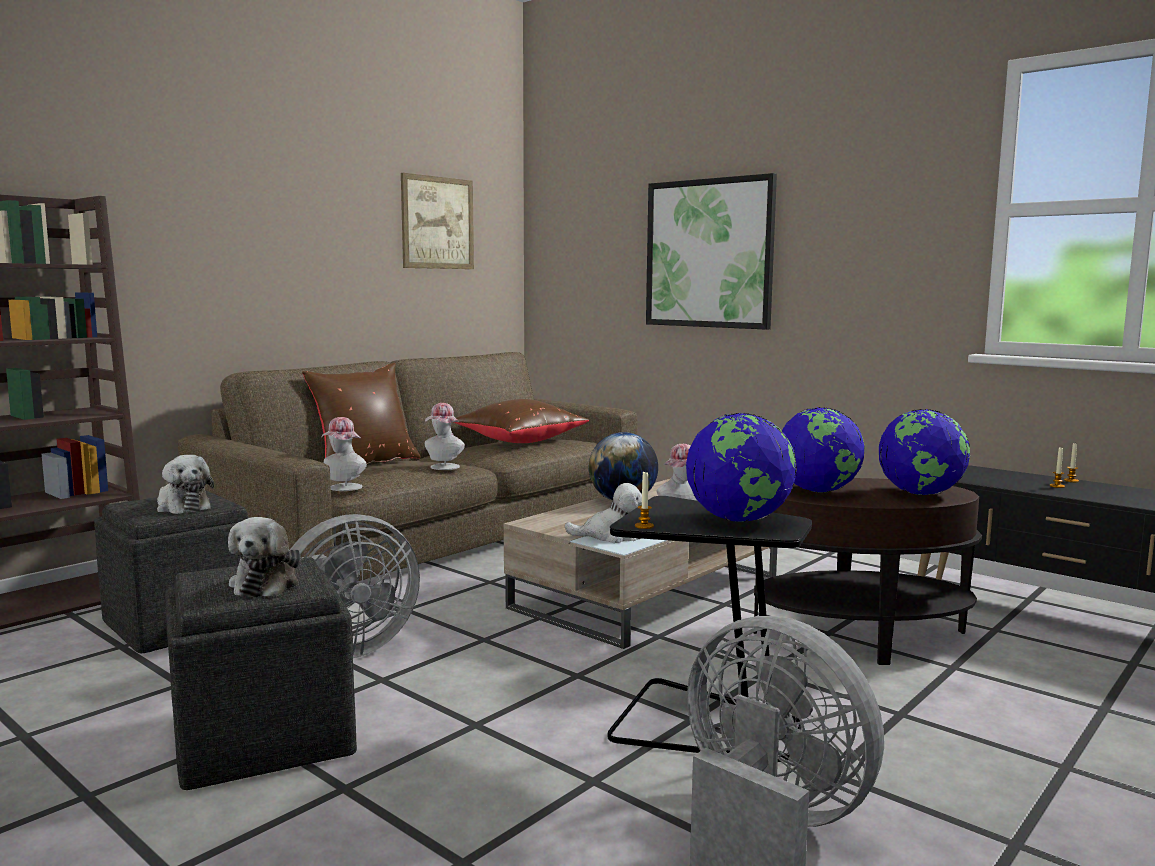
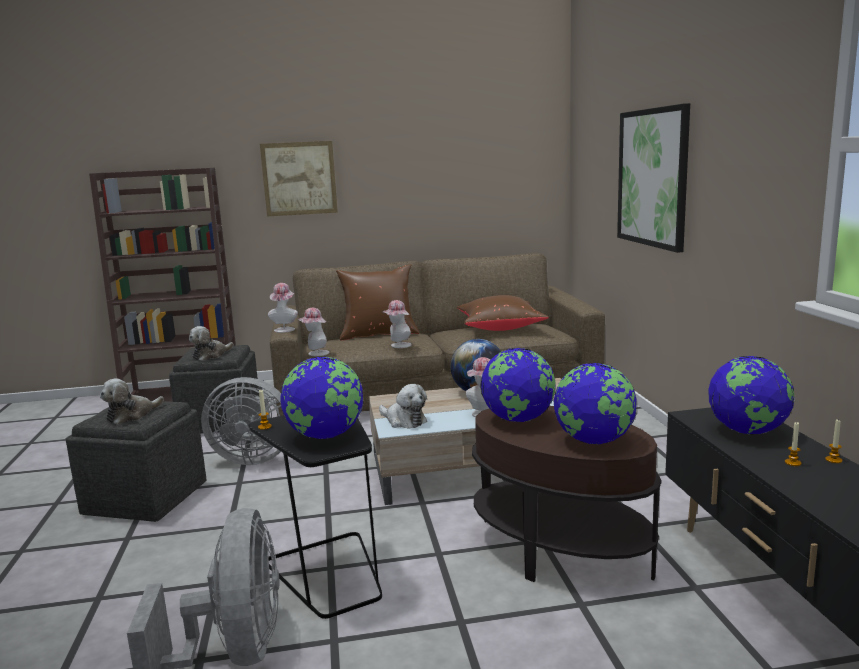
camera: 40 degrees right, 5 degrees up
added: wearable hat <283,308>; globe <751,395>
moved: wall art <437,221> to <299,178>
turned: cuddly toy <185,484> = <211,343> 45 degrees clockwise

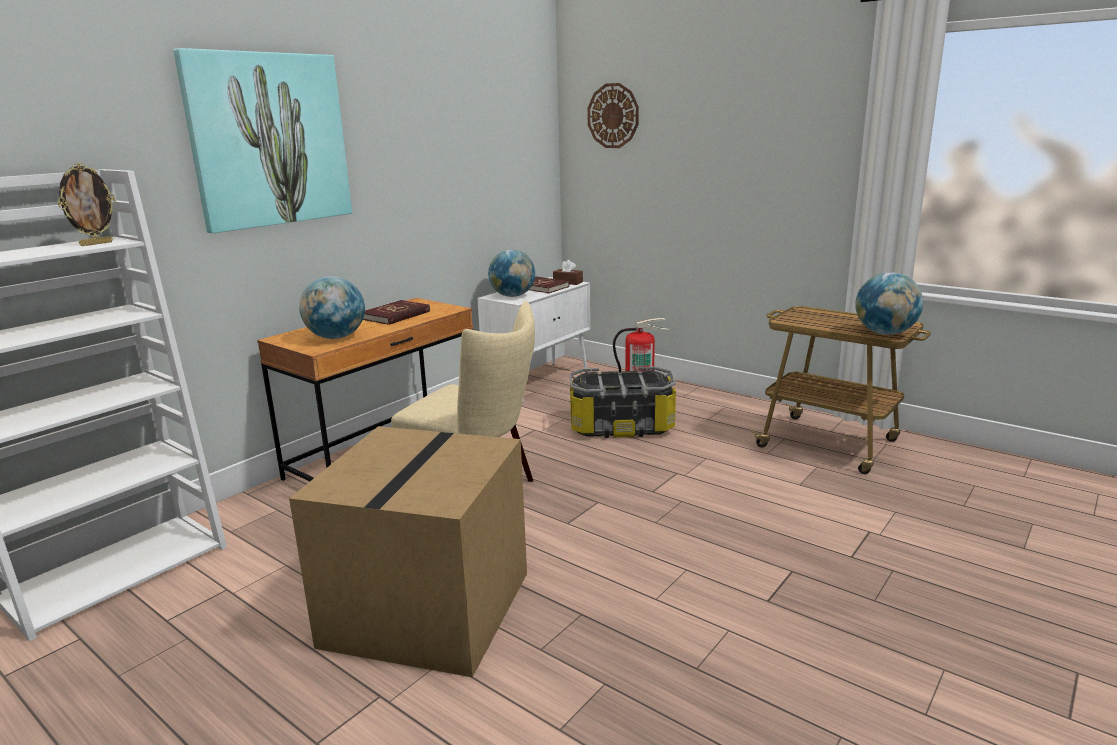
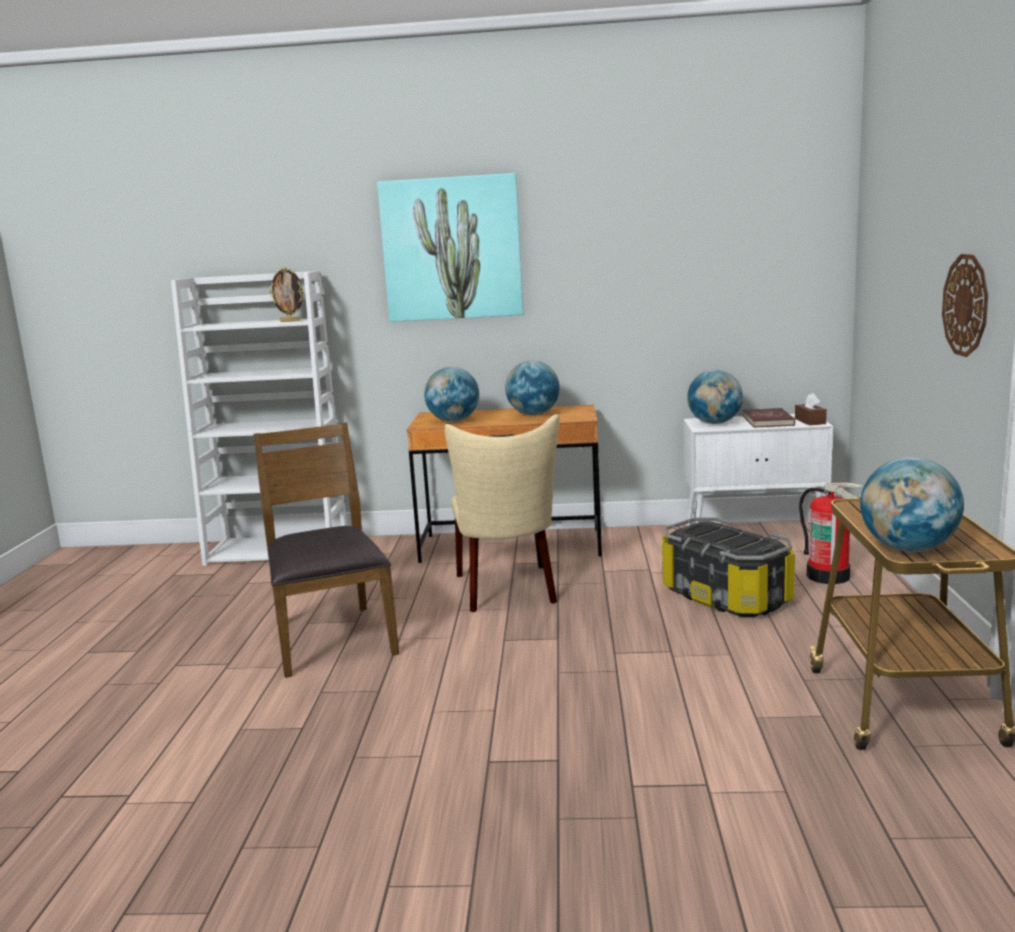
camera: 55 degrees right, 5 degrees down
moved: clock on the wall <613,115> to <965,305>
replaced: cardboard box <408,551> to brown-coloured chair <326,550>; red-coloured volume <396,312> to globe <532,388>

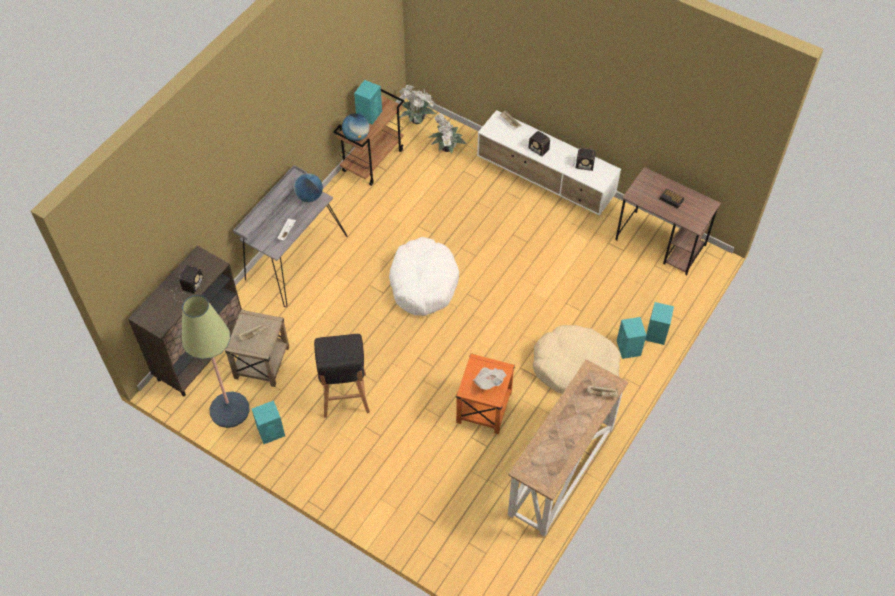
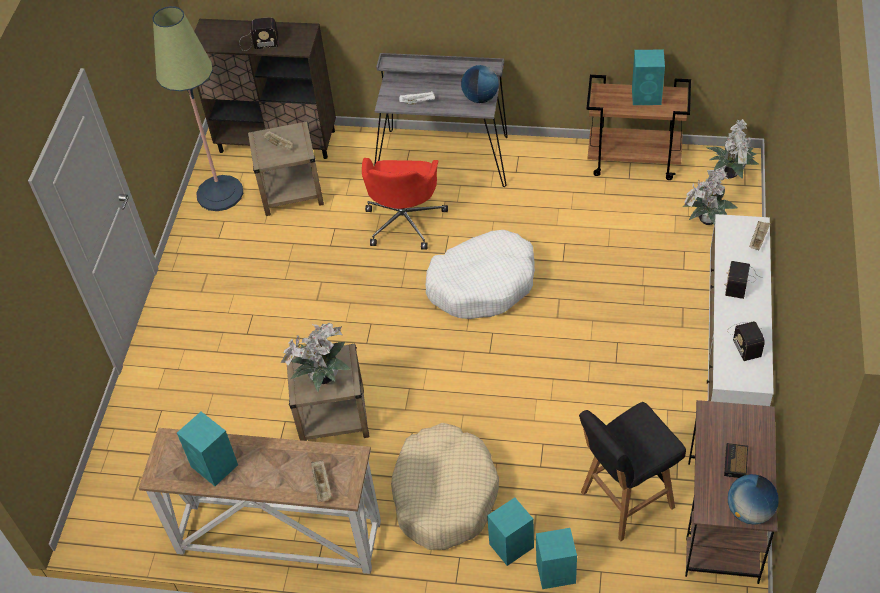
camera: 70 degrees right, 5 degrees down
added: red-coloured office chair <405,204>
moved: turquoise-coloured speaker <268,422> to <207,449>; blackish sitting stool <342,376> to <632,471>; globe <355,127> to <753,499>
replaced: printed paper <489,378> to houseplant <316,357>
recoloured: orange-coloured side table <485,394> to beige side table <328,392>

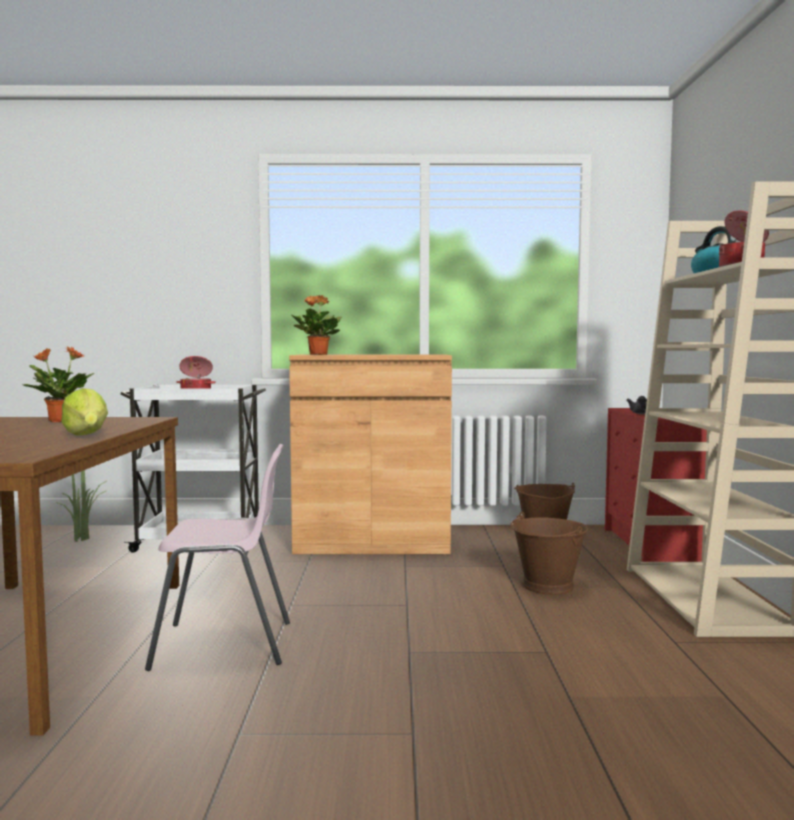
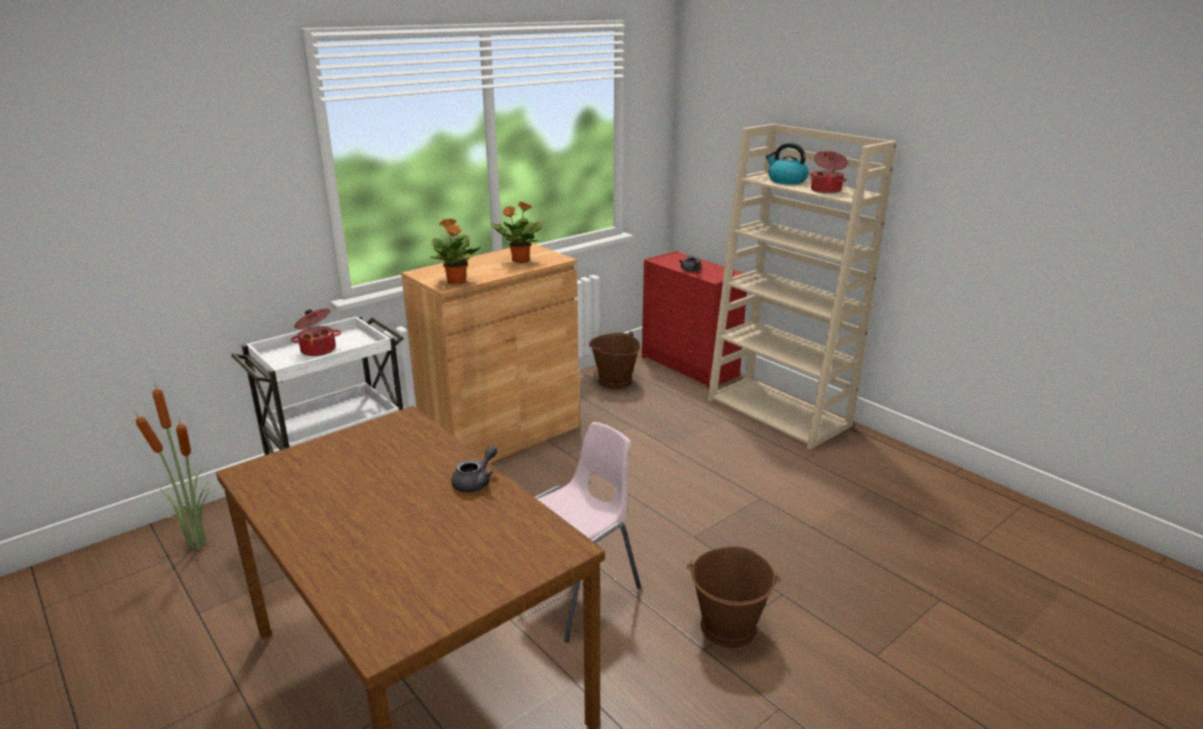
camera: 40 degrees left, 20 degrees up
moved: houseplant <58,384> to <518,232>; brown-coloured bucket <549,553> to <734,597>
replaced: head of lettuce <84,412> to greyish pot for tea <474,469>

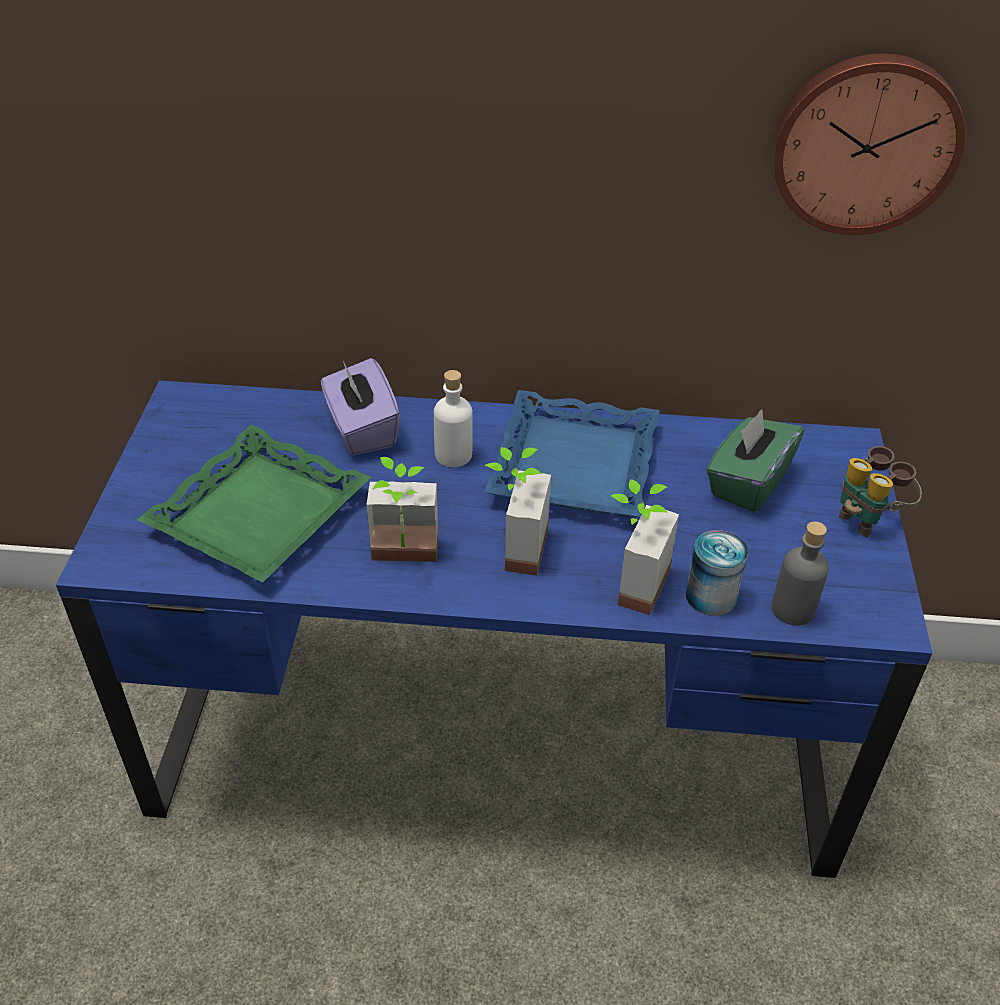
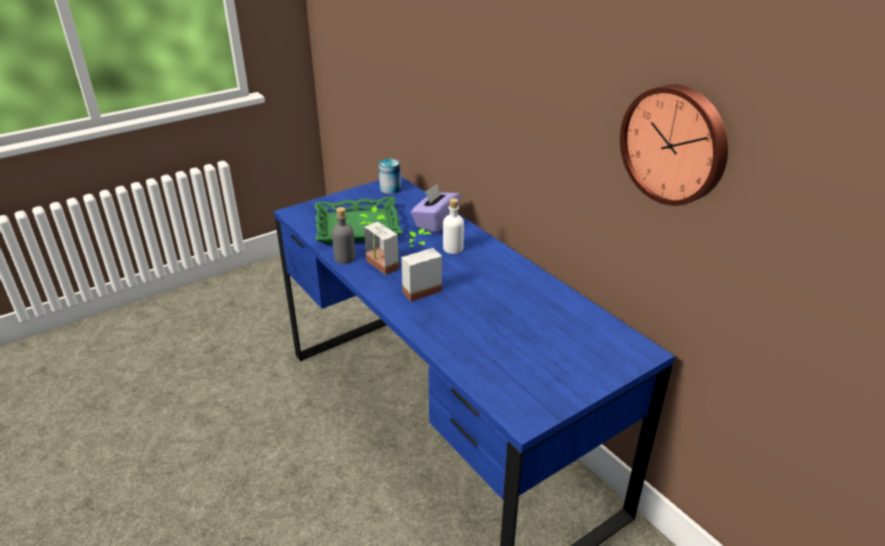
camera: 50 degrees right, 10 degrees down
removed: blue carrying tray <572,453>; houseplant <644,547>; green-coloured box of tissues <755,460>; field glasses <880,491>
moved: metal can <717,573> to <390,176>; greyish bottle <800,574> to <343,235>

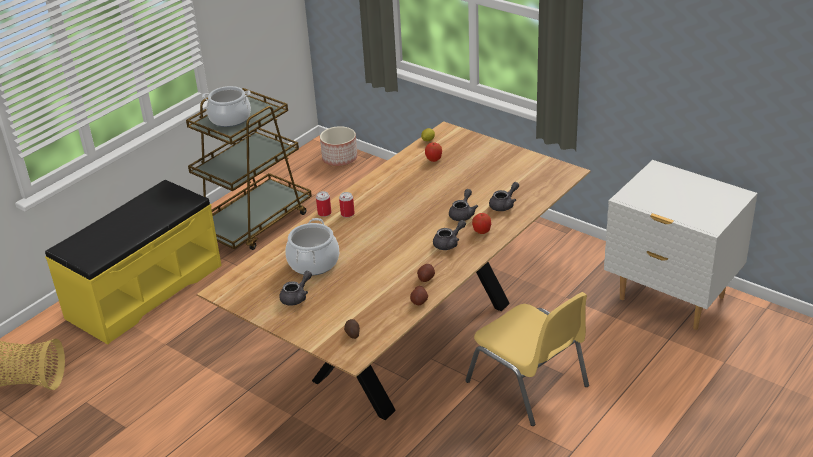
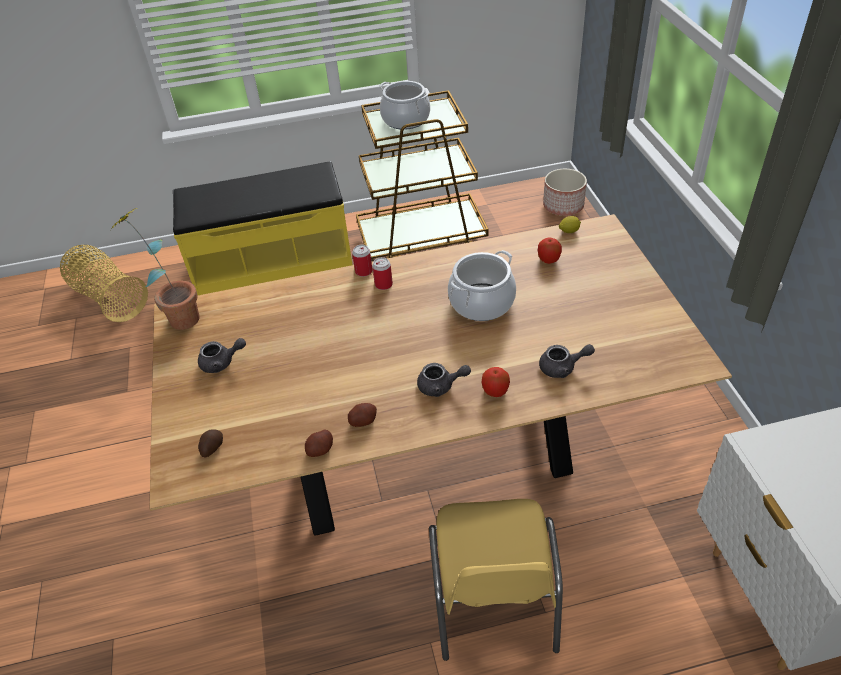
camera: 40 degrees right, 10 degrees up
removed: greyish pot for tea <463,205>
added: houseplant <155,269>
moved: saucepot <312,247> to <482,285>

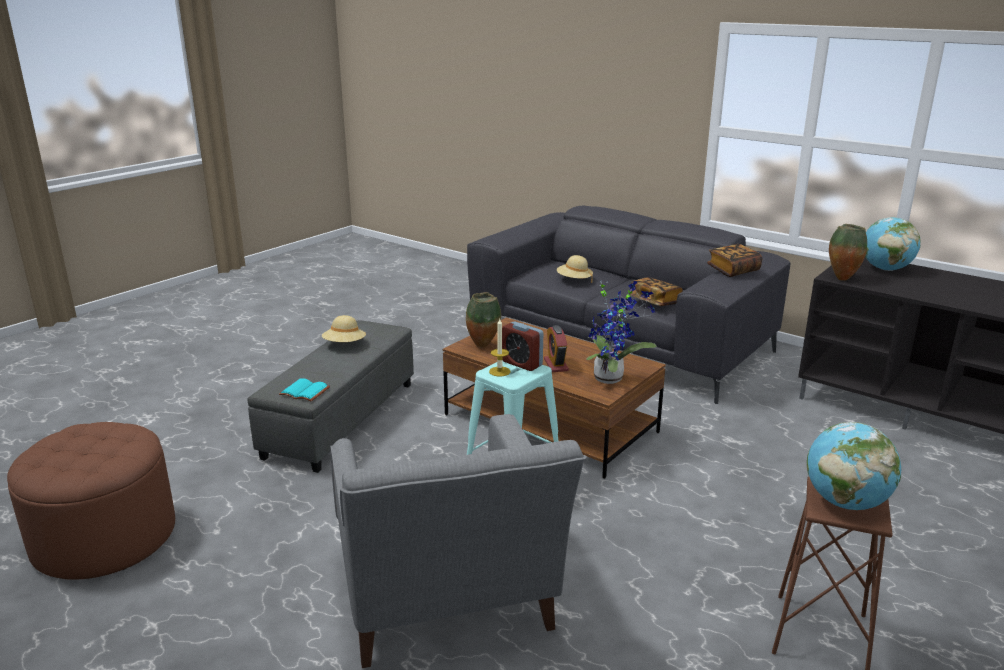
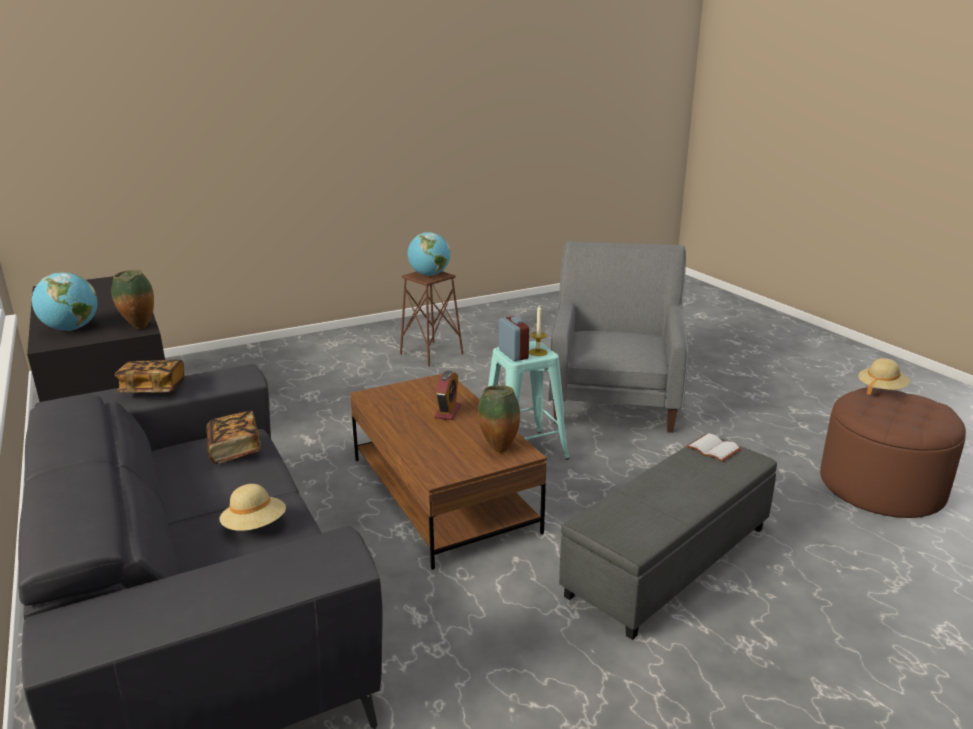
camera: 155 degrees left, 0 degrees up
removed: houseplant <621,332>
moved: beige wearable hat <344,328> to <884,376>
recoloured: turquoise-coloured volume <304,389> to white volume <713,447>

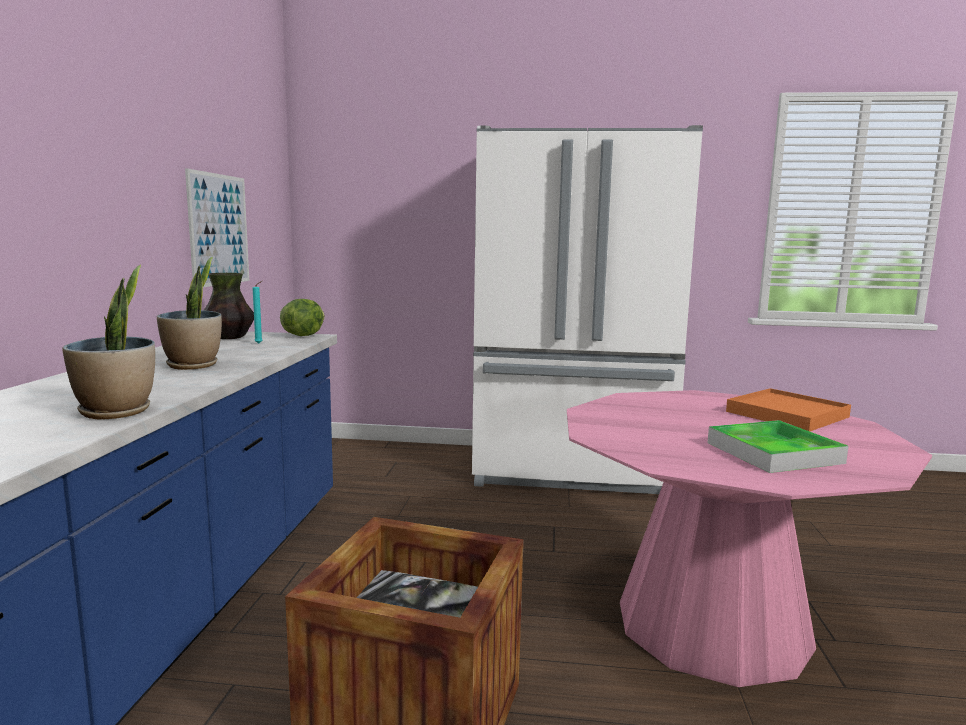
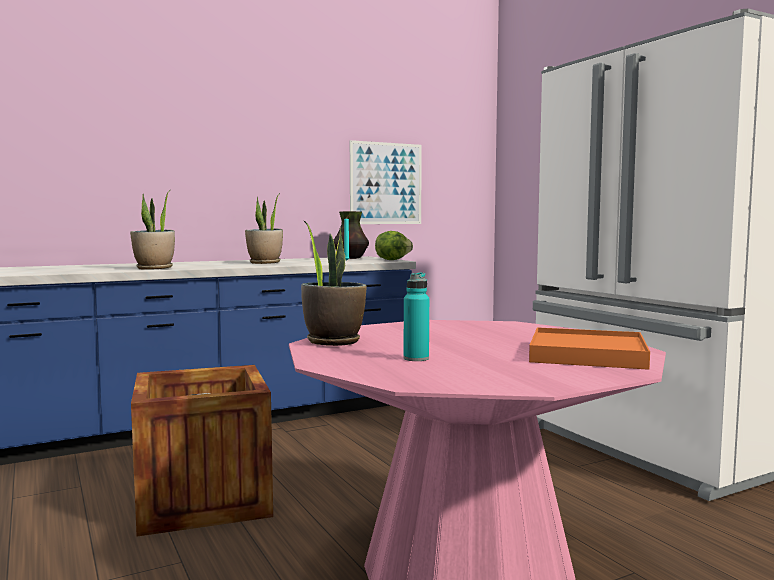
camera: 55 degrees right, 5 degrees down
added: houseplant <334,283>
replaced: carrying tray <778,446> to turquoise-coloured bottle <416,316>

